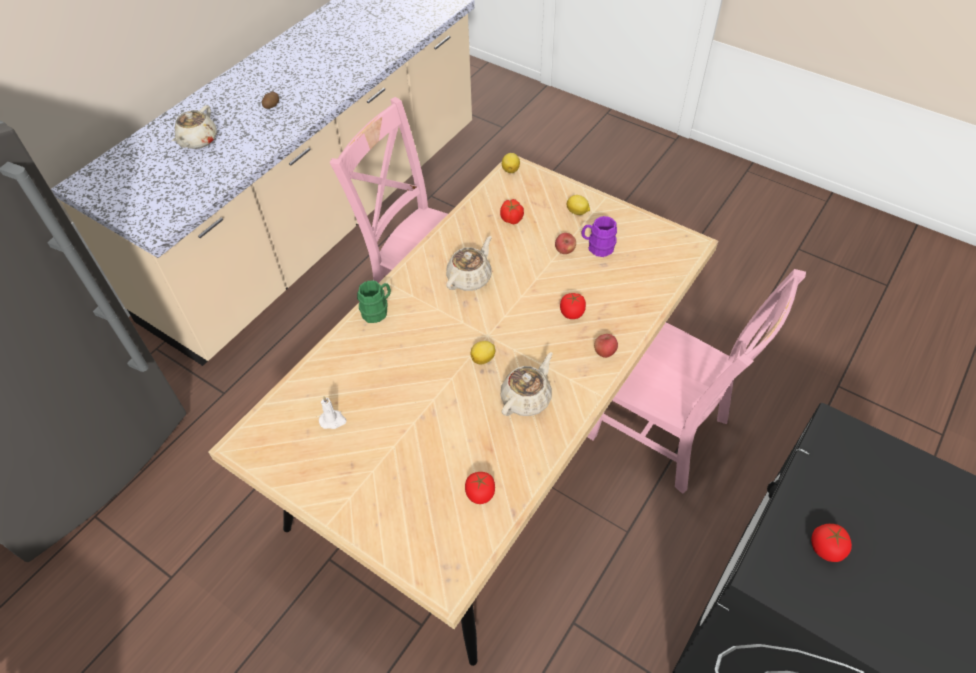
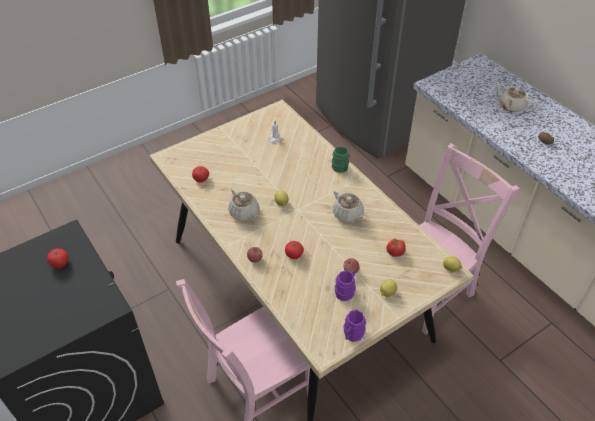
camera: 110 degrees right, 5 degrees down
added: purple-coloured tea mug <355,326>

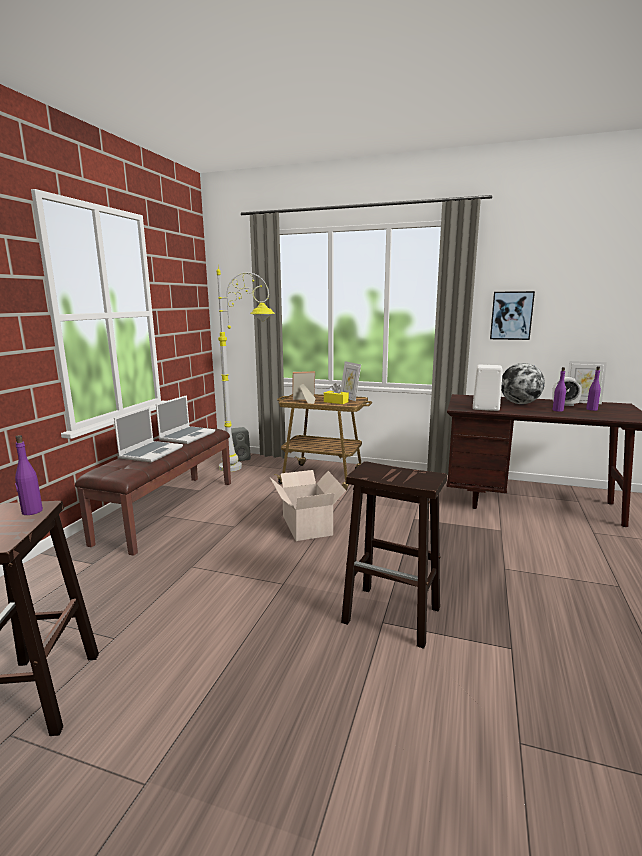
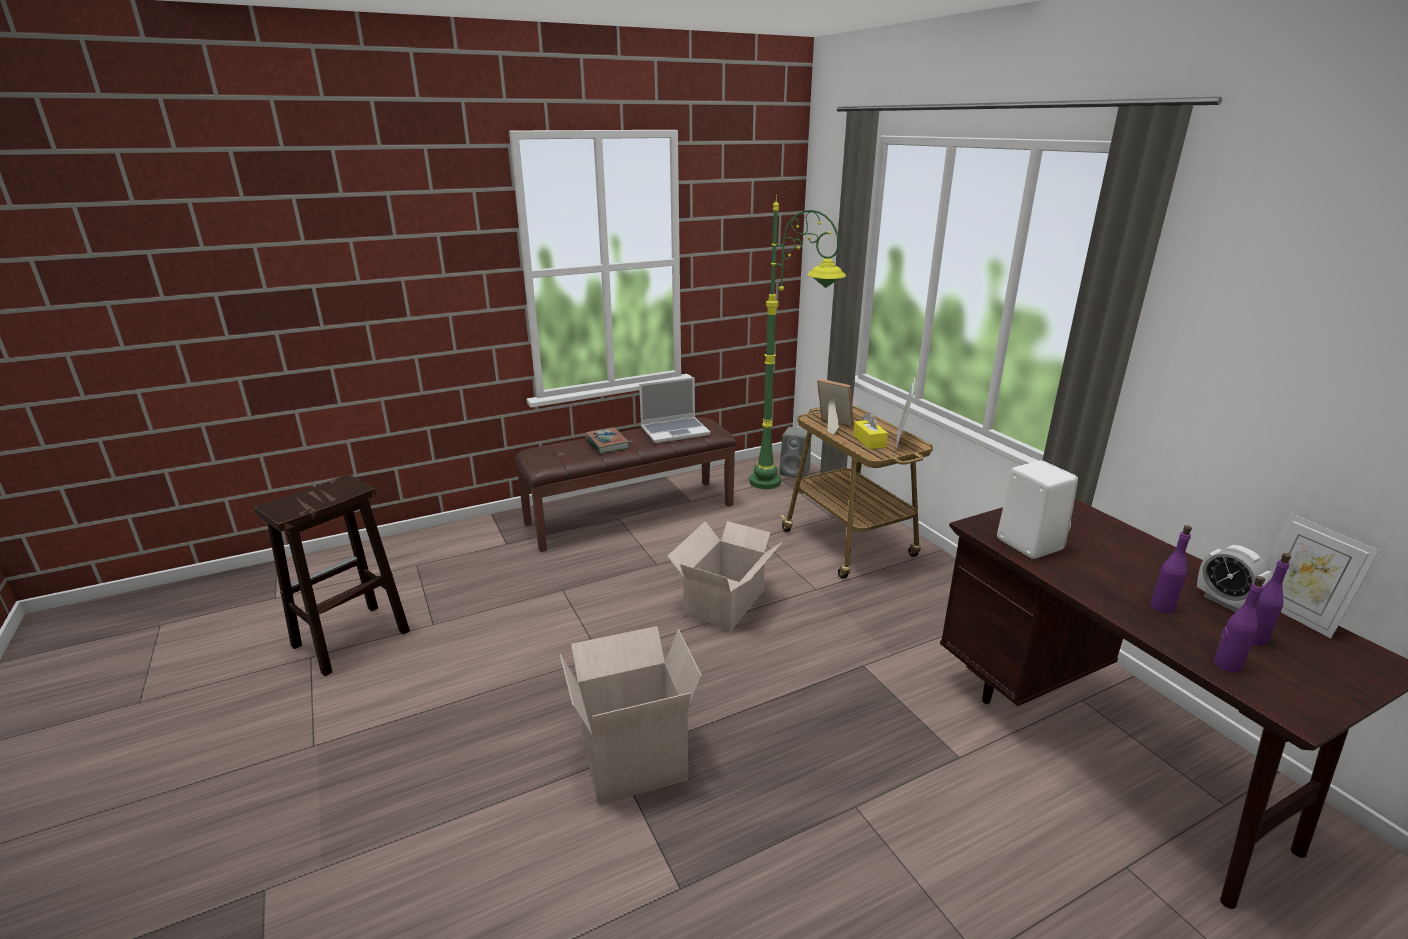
camera: 45 degrees right, 10 degrees up
removed: wall art <512,315>; globe <523,383>
moved: purple-coloured bottle <29,475> to <1239,624>
replaced: notebook computer <148,434> to volume <607,440>; brown-coloured sitting stool <394,555> to cardboard box <631,715>
recoloured: greyish standard lamp <245,369> to green-coloured standard lamp <797,342>

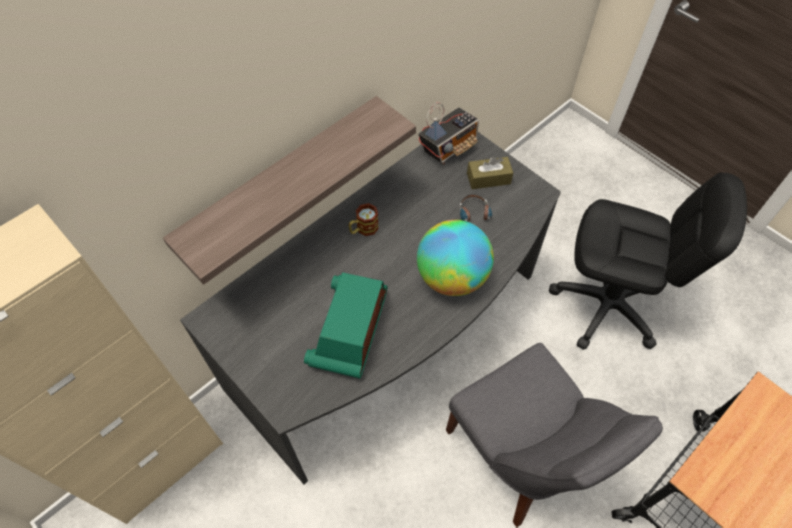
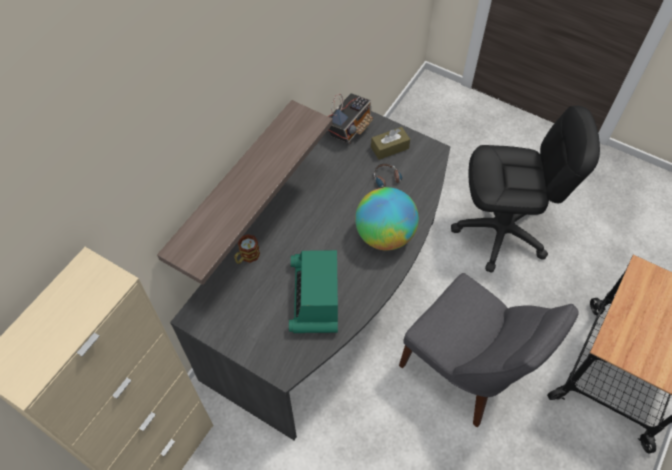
camera: 15 degrees left, 0 degrees up
moved: tea mug <363,219> to <247,249>

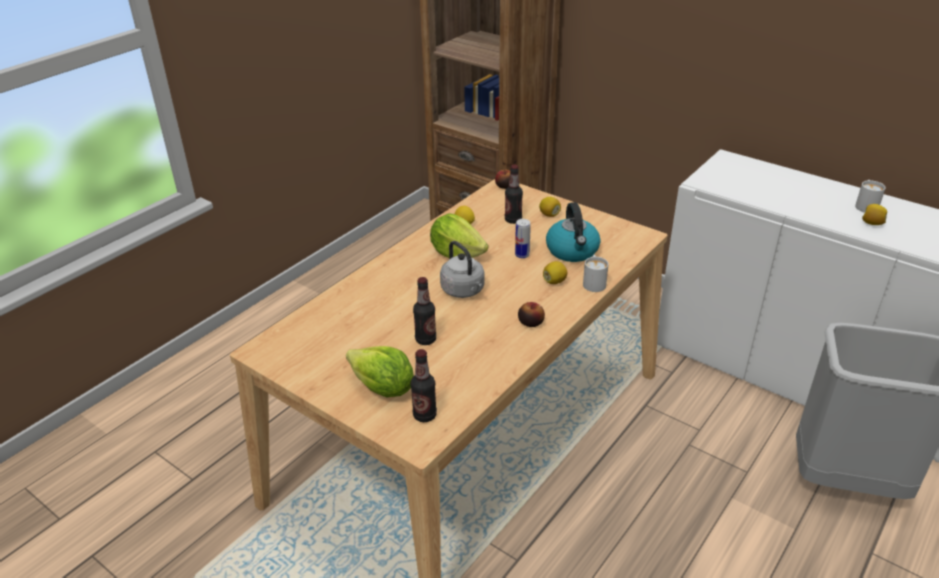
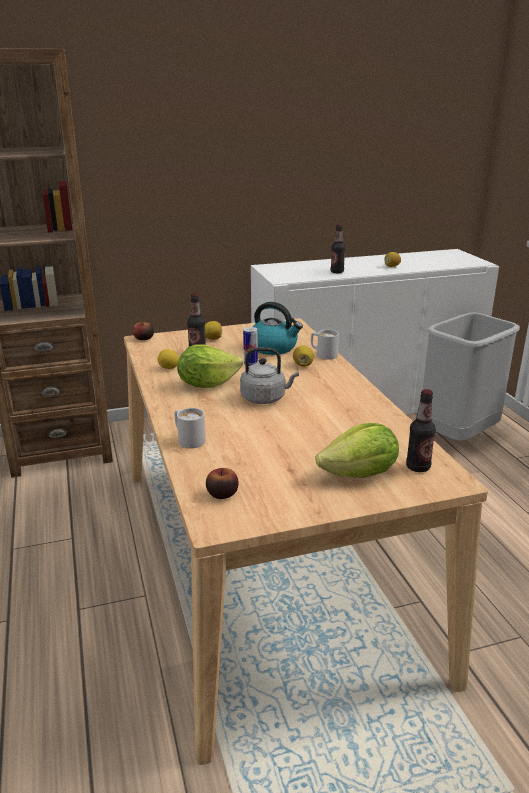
camera: 55 degrees left, 10 degrees down
moved: bottle <424,311> to <338,248>; whole apple <531,314> to <222,483>; white tea mug <870,196> to <190,428>

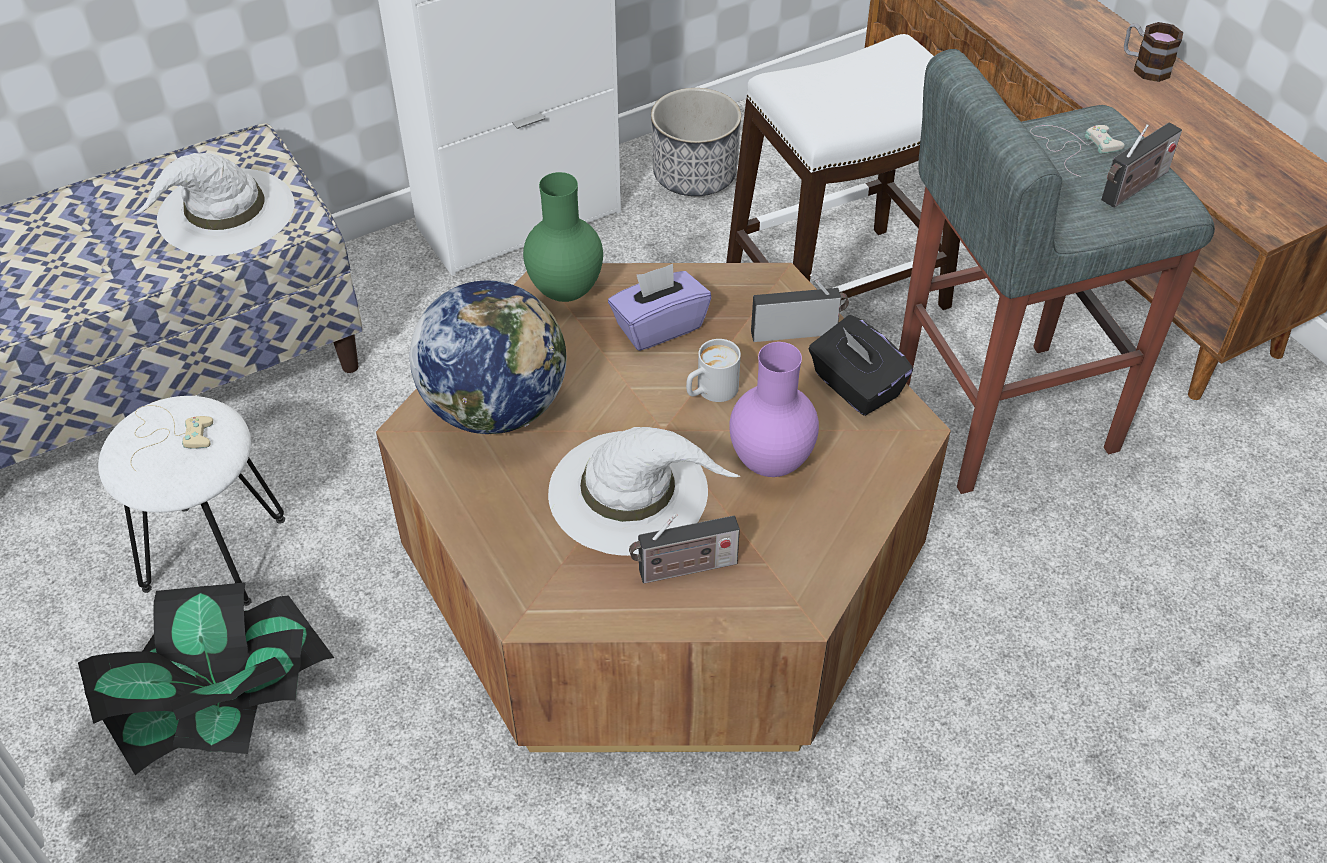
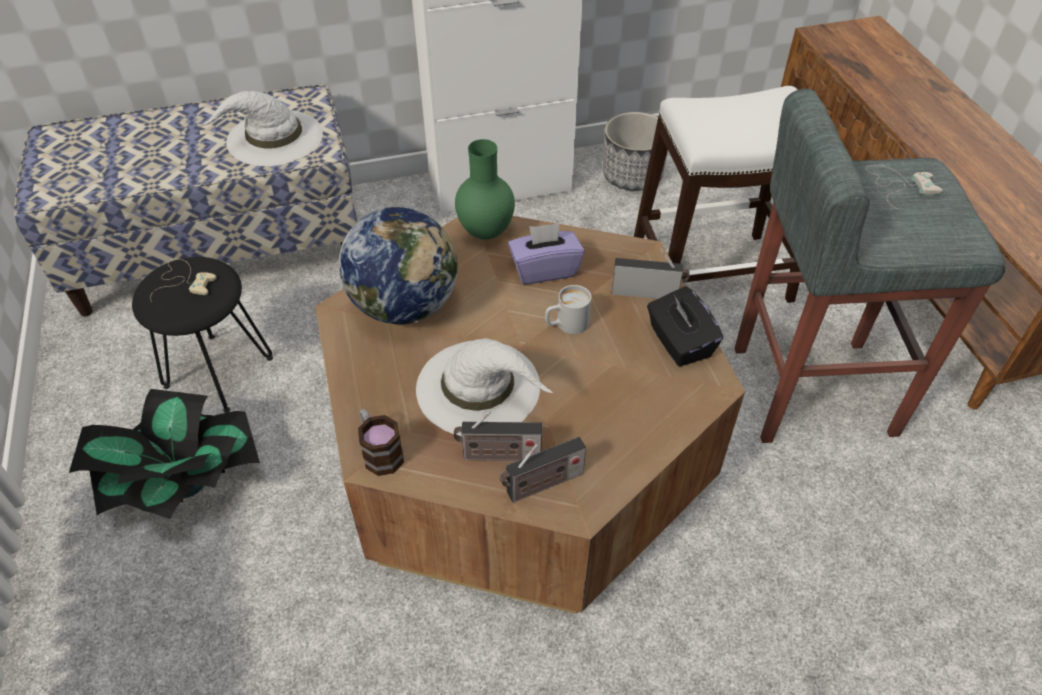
camera: 15 degrees right, 0 degrees up
removed: purple-coloured decorative vase <774,409>
moved: radio <1141,165> to <543,470>; tea mug <1153,52> to <381,442>
recoloured: white sitting stool <191,501> to blackish sitting stool <202,335>

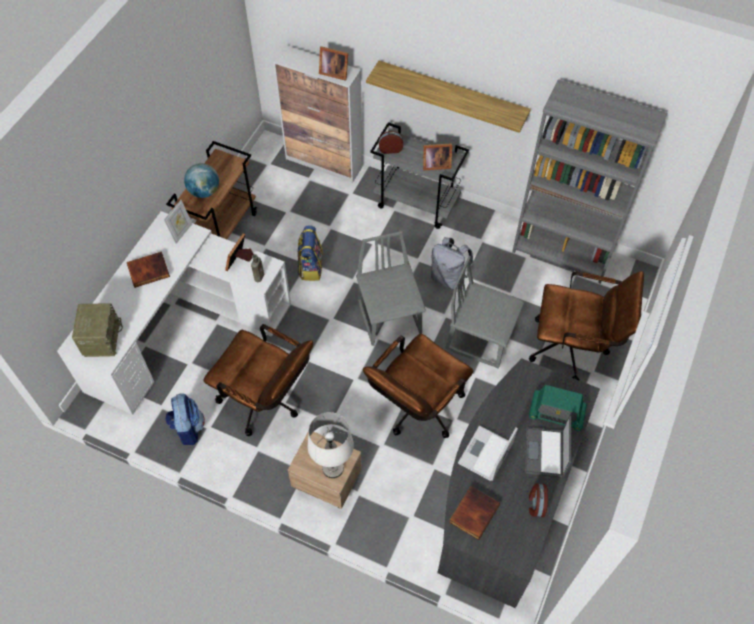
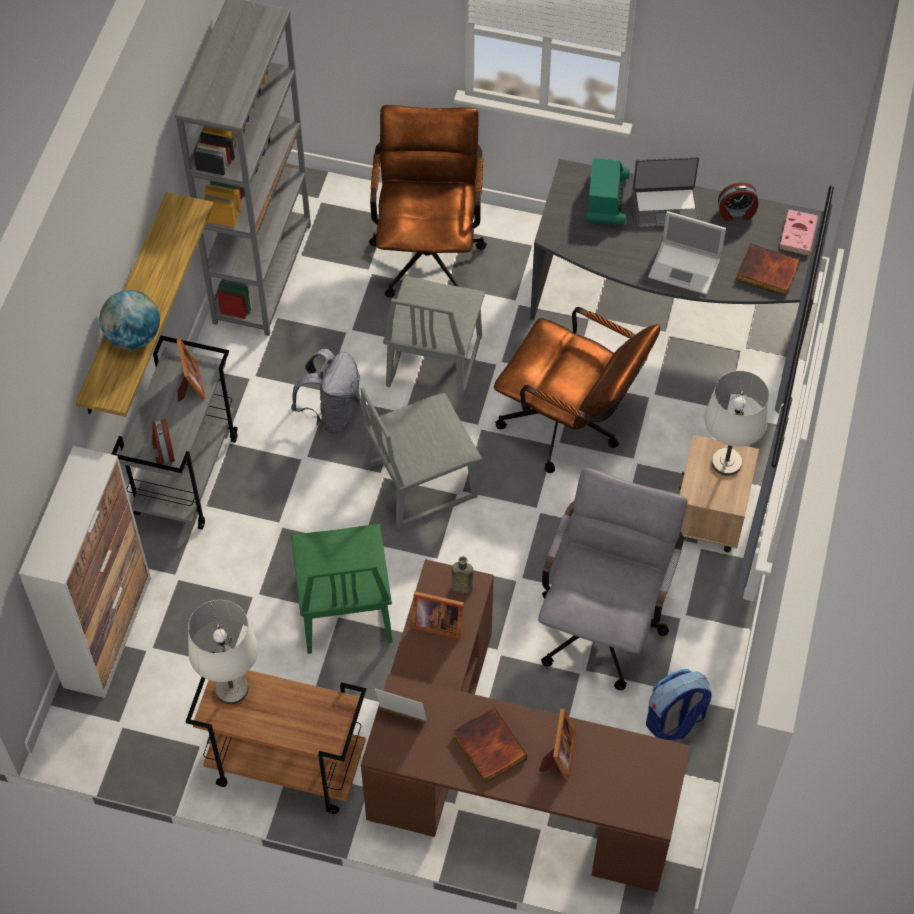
camera: 100 degrees left, 0 degrees up
removed: radio <97,330>
added: white table lamp <223,652>; pink volume <798,232>
moved: globe <201,180> to <130,320>; photo frame <333,63> to <557,744>
replaced: knapsack <310,253> to green-coloured chair <342,589>
recoloured: white desk <174,313> to brown-coloured desk <526,725>; brown-coloured office chair <258,380> to greyish office chair <613,579>

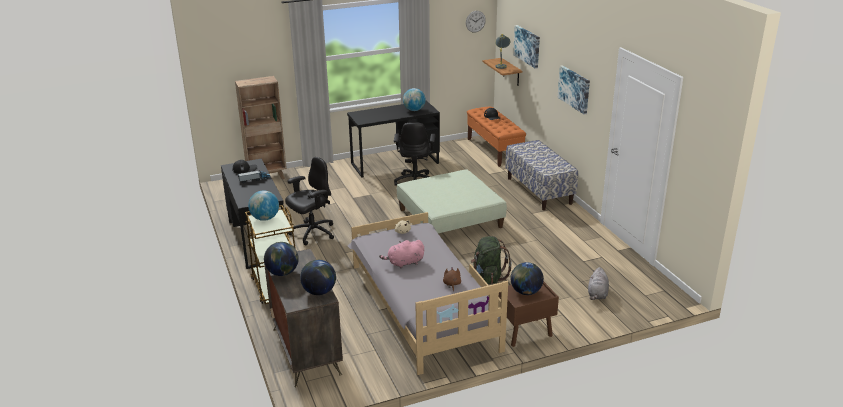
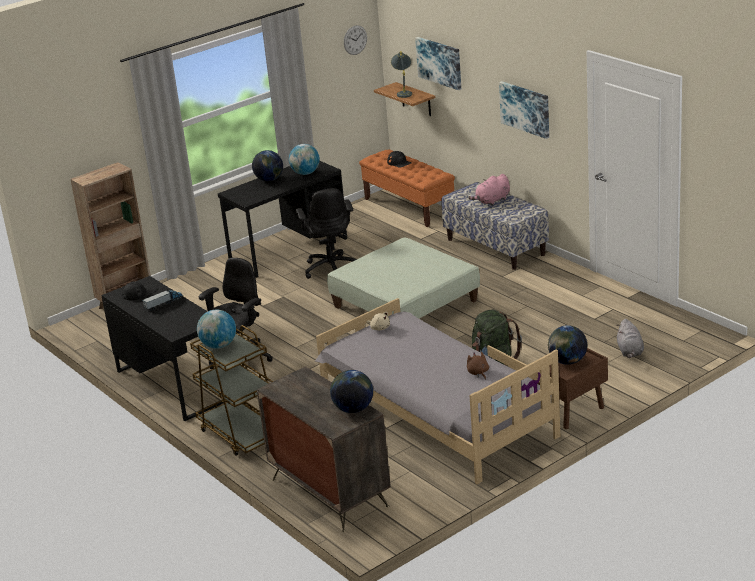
camera: 15 degrees left, 0 degrees up
moved: globe <281,259> to <267,165>; pink cuddly toy <401,254> to <489,190>

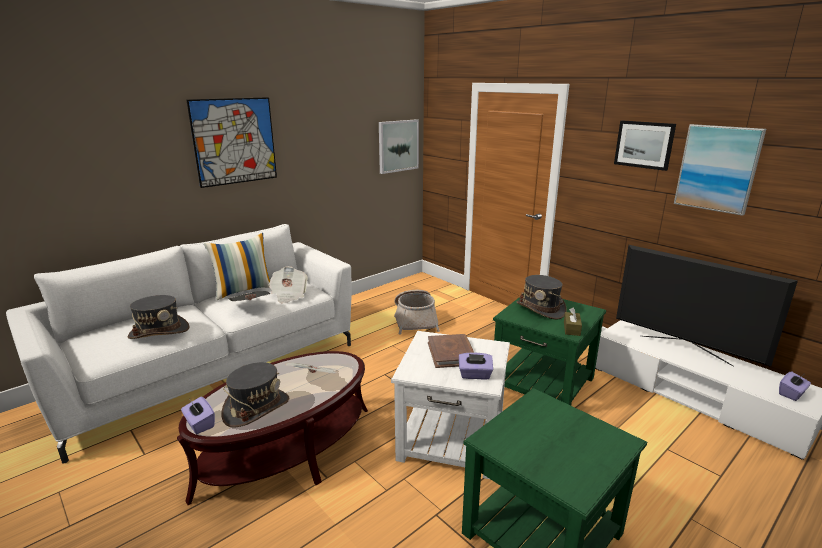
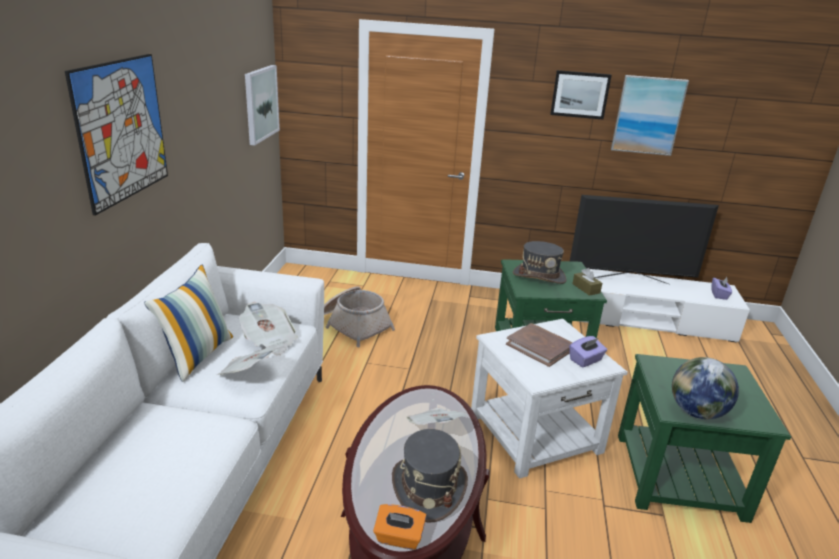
camera: 40 degrees left, 5 degrees up
removed: greyish wearable hat <159,317>
added: globe <705,388>
recoloured: purple-coloured box of tissues <198,415> to orange-coloured box of tissues <399,527>

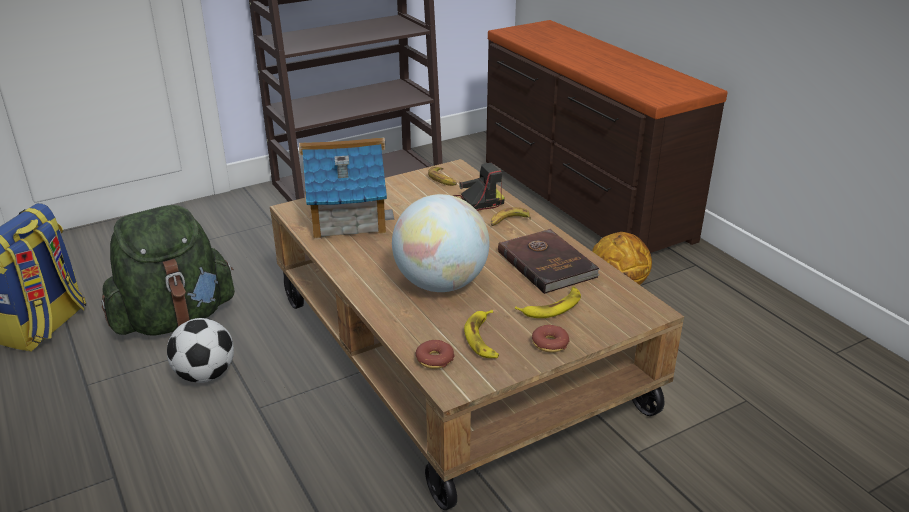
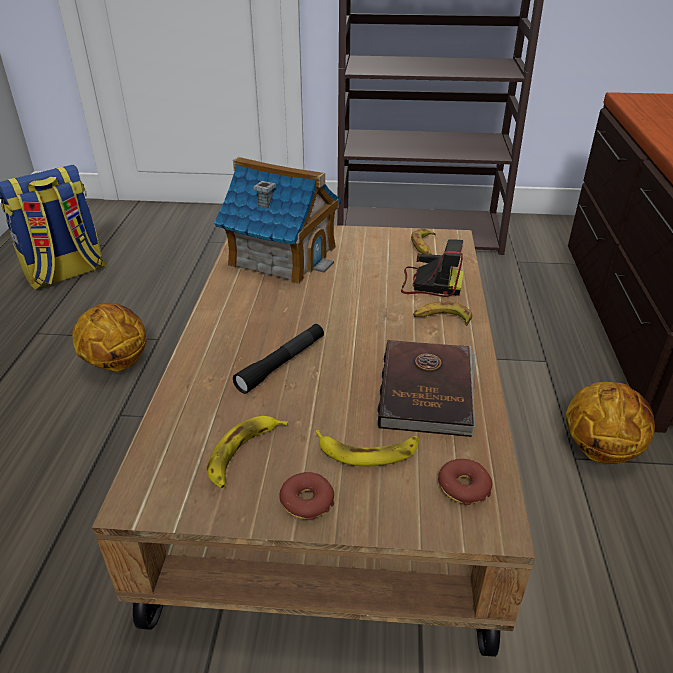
camera: 35 degrees right, 5 degrees up
removed: green-coloured knapsack <168,270>
moved: ring doughnut <435,354> to <465,482>
replaced: ball for football <200,350> to ball for basketball <109,338>; globe <440,243> to blackish flashlight <278,359>

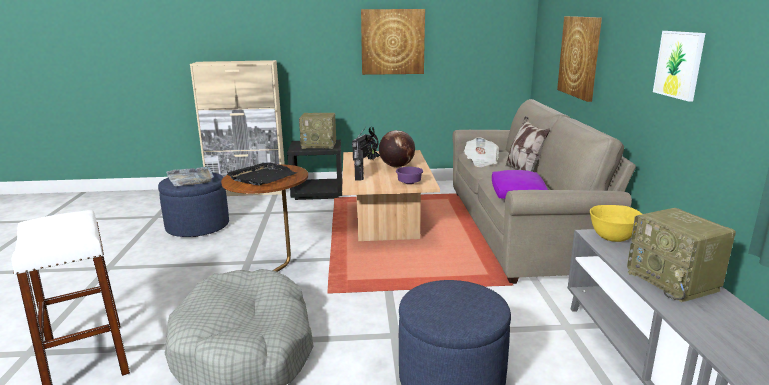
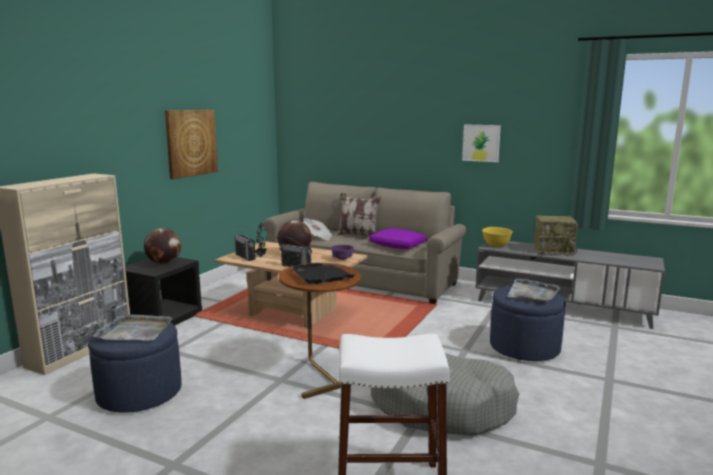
camera: 60 degrees left, 5 degrees down
removed: wall art <579,59>
added: greyish carrying tray <534,291>
replaced: radio <317,131> to globe <162,246>

